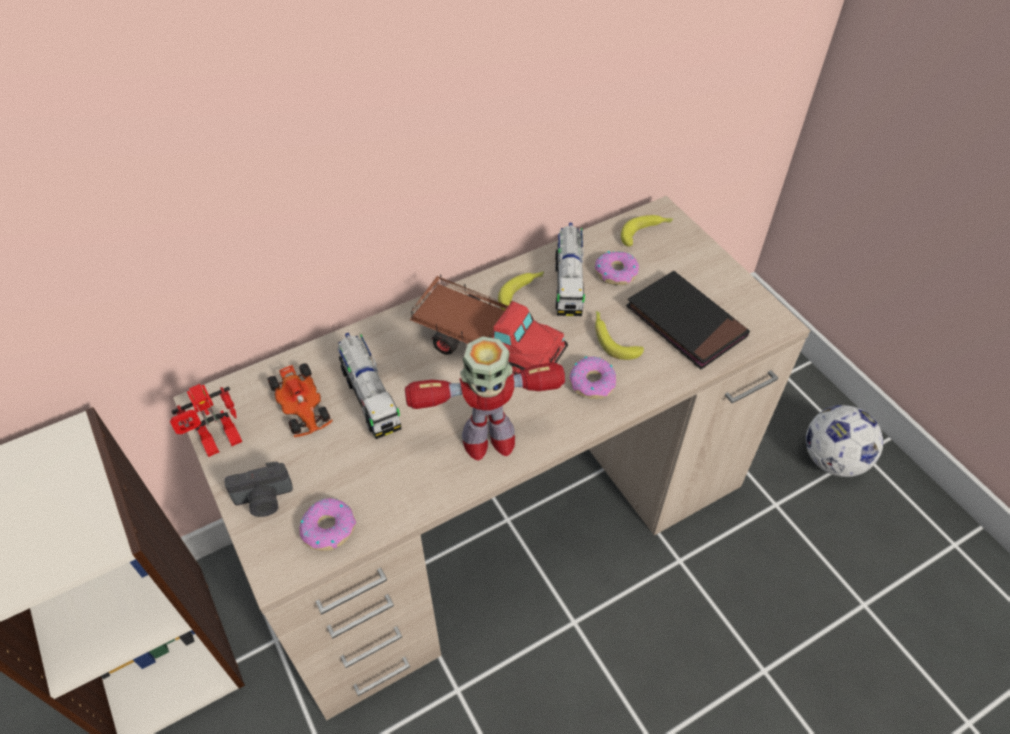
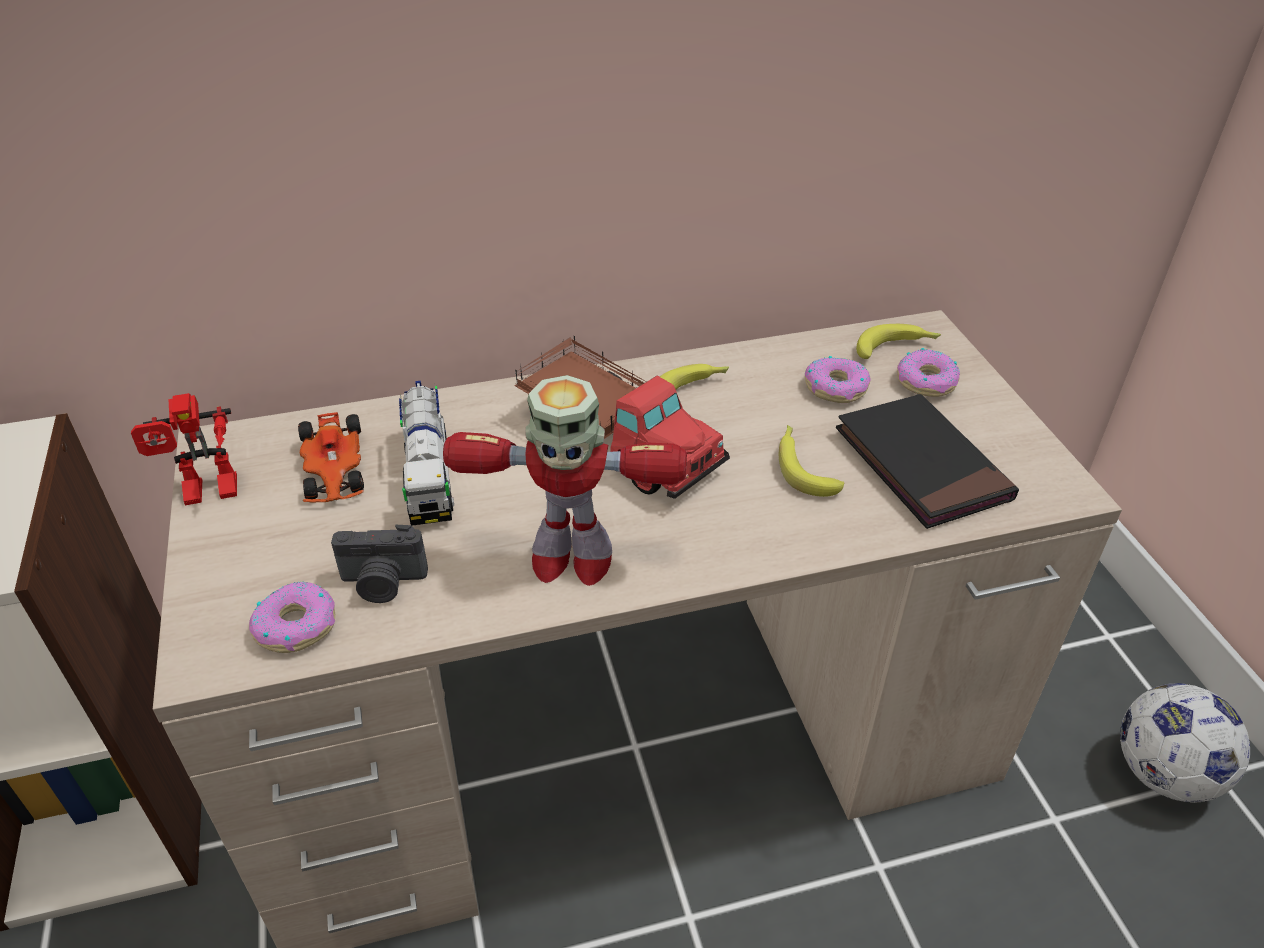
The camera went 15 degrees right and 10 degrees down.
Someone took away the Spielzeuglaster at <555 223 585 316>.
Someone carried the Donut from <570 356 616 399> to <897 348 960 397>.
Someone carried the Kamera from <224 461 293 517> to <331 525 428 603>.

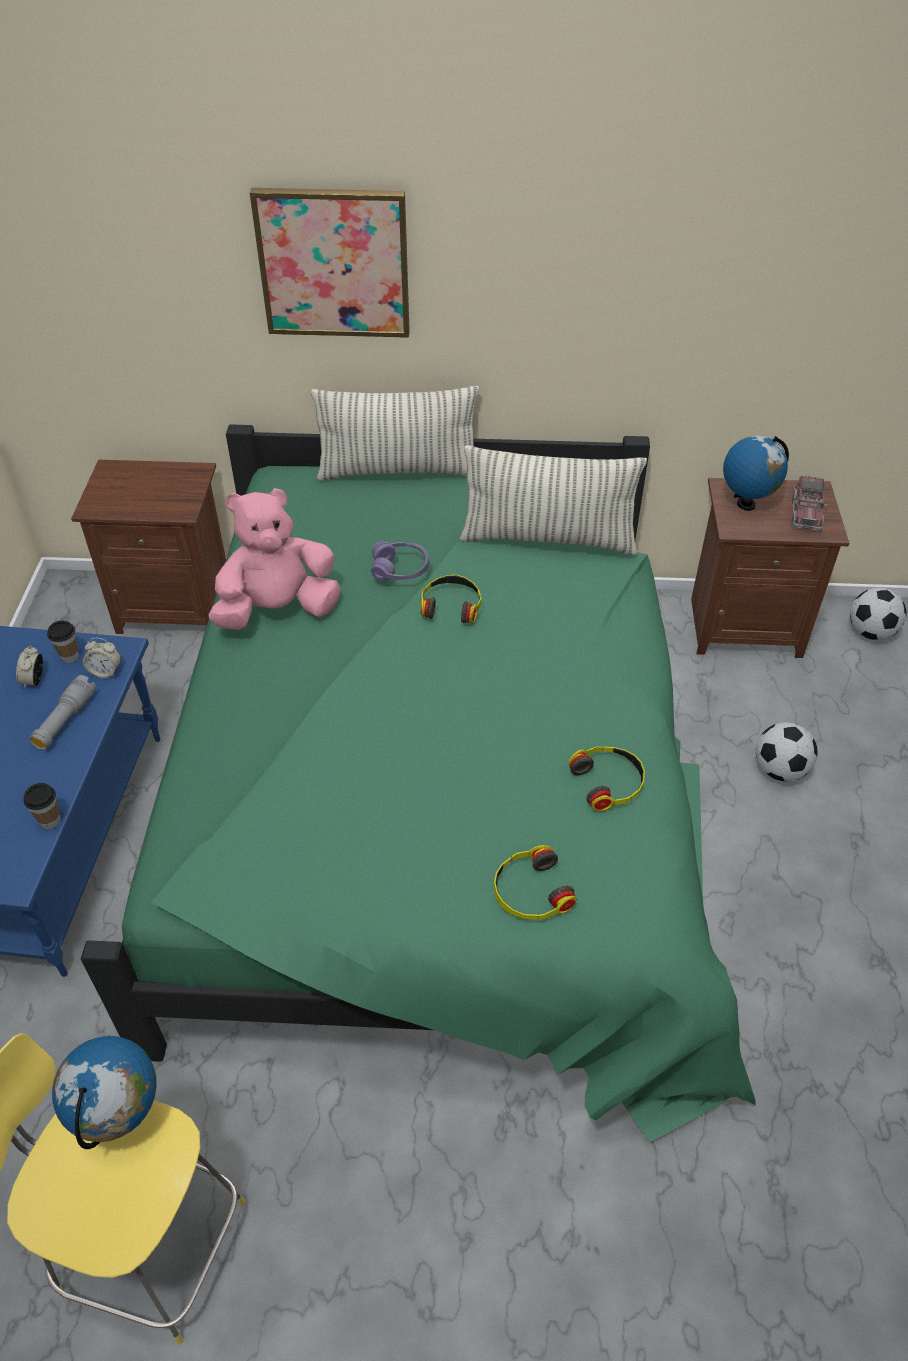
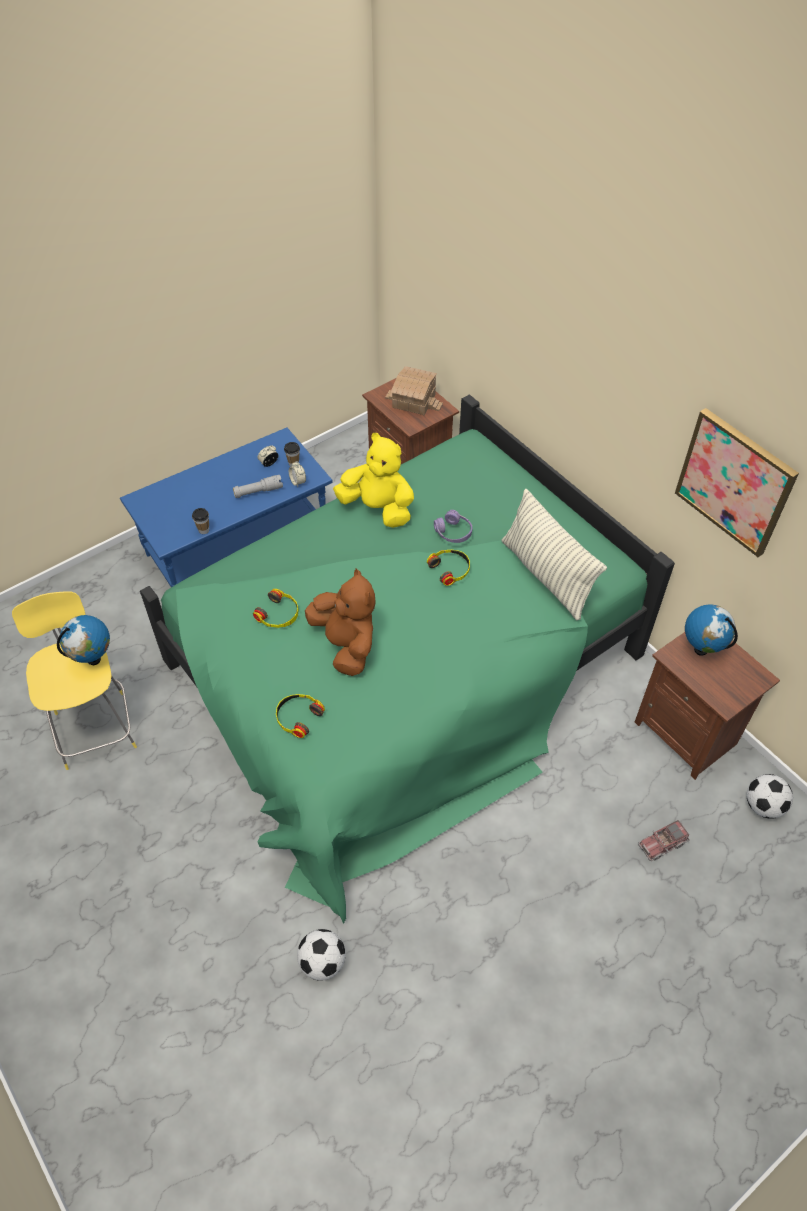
The camera went 50 degrees right and 5 degrees up.
Someone carried the Bild from <250 188 410 338> to <675 408 799 557>.
Someone took away the Kissen at <311 386 479 481>.
Someone carried the Spielzeuglaster from <791 476 827 531> to <638 820 690 861>.
Someone repainted the Plüschtier (rosa) at <209 488 341 630>, which became the Plüschtier (gelb) at <333 433 414 528>.
Someone carried the Fußball from <756 722 818 782> to <297 929 346 981>.
Someone carried the Kopfhörer from <568 746 645 811> to <253 589 298 628>.
Someone put down the Spielzeughaus at <385 366 443 415>.
Someone put down the Plüschtier (braun) at <305 569 376 676>.

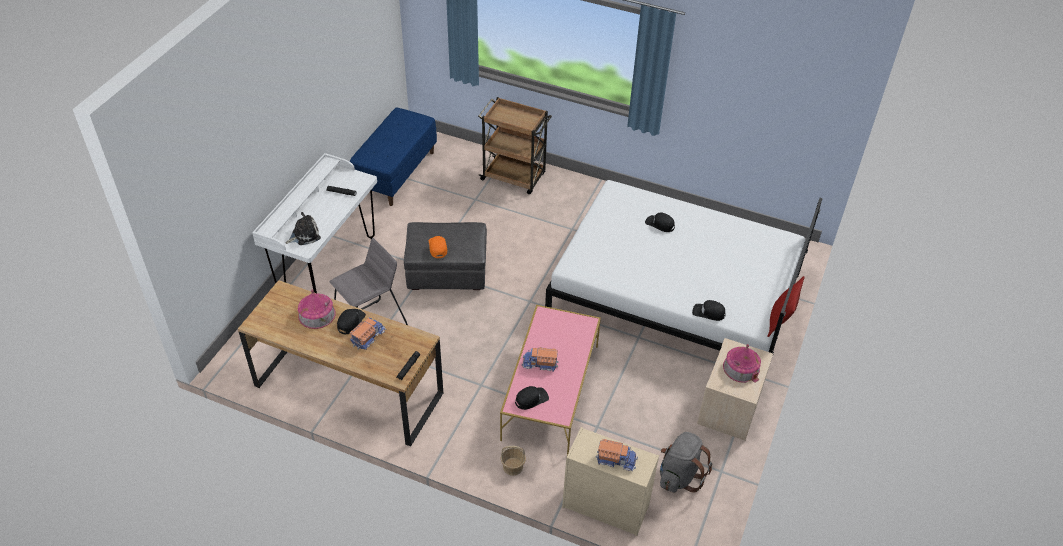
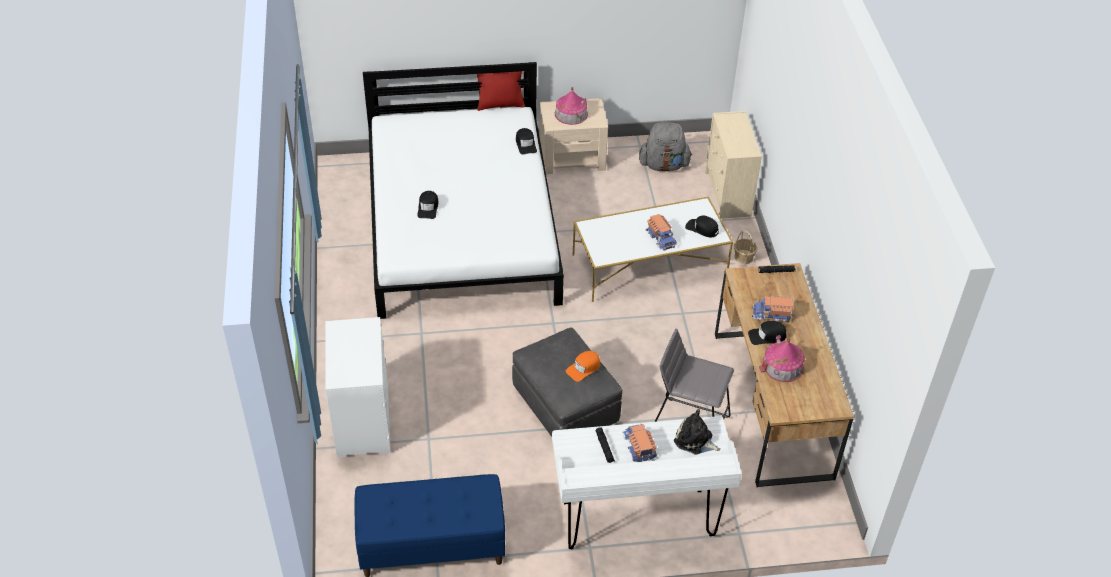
The camera went 120 degrees left and 0 degrees up.
Someone swapped the Rollwagen (braun) at <478 97 552 194> for the Kommode (weiß) at <325 317 391 458>.
Someone repainted the Couchtisch (rosa) at <500 305 601 455>, which became the Couchtisch (weiß) at <573 197 733 302>.
Someone carried the Spielzeuglaster from <596 439 638 471> to <622 424 657 462>.

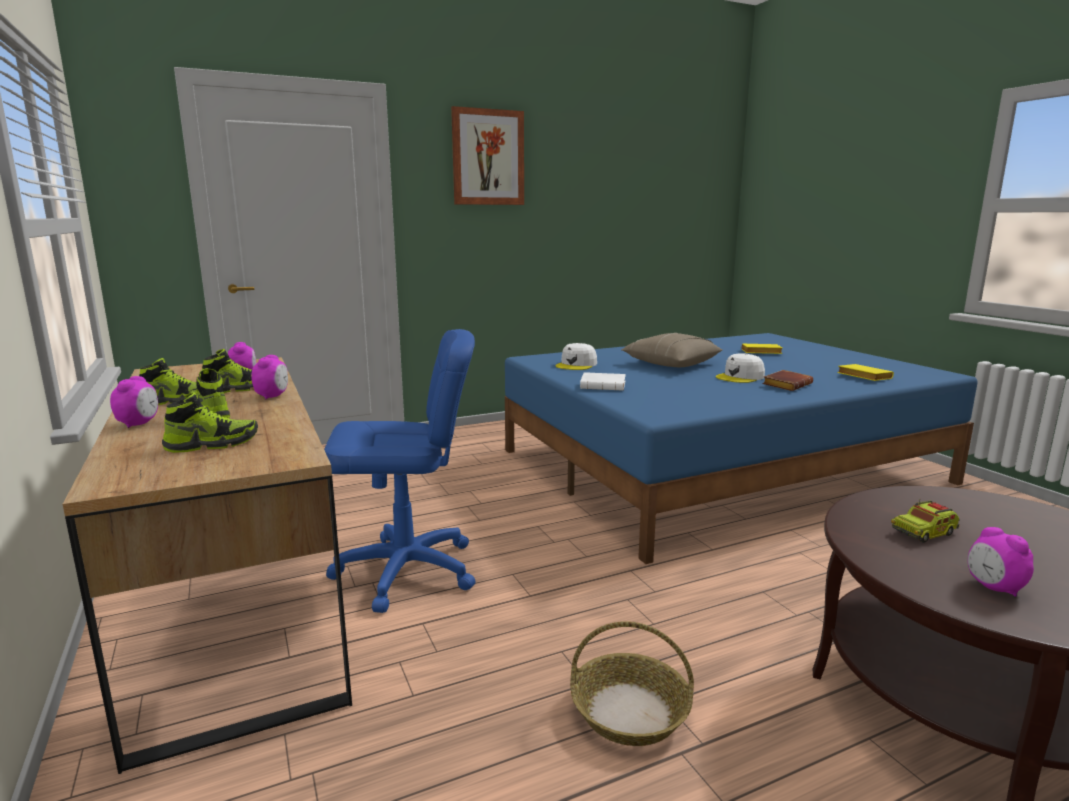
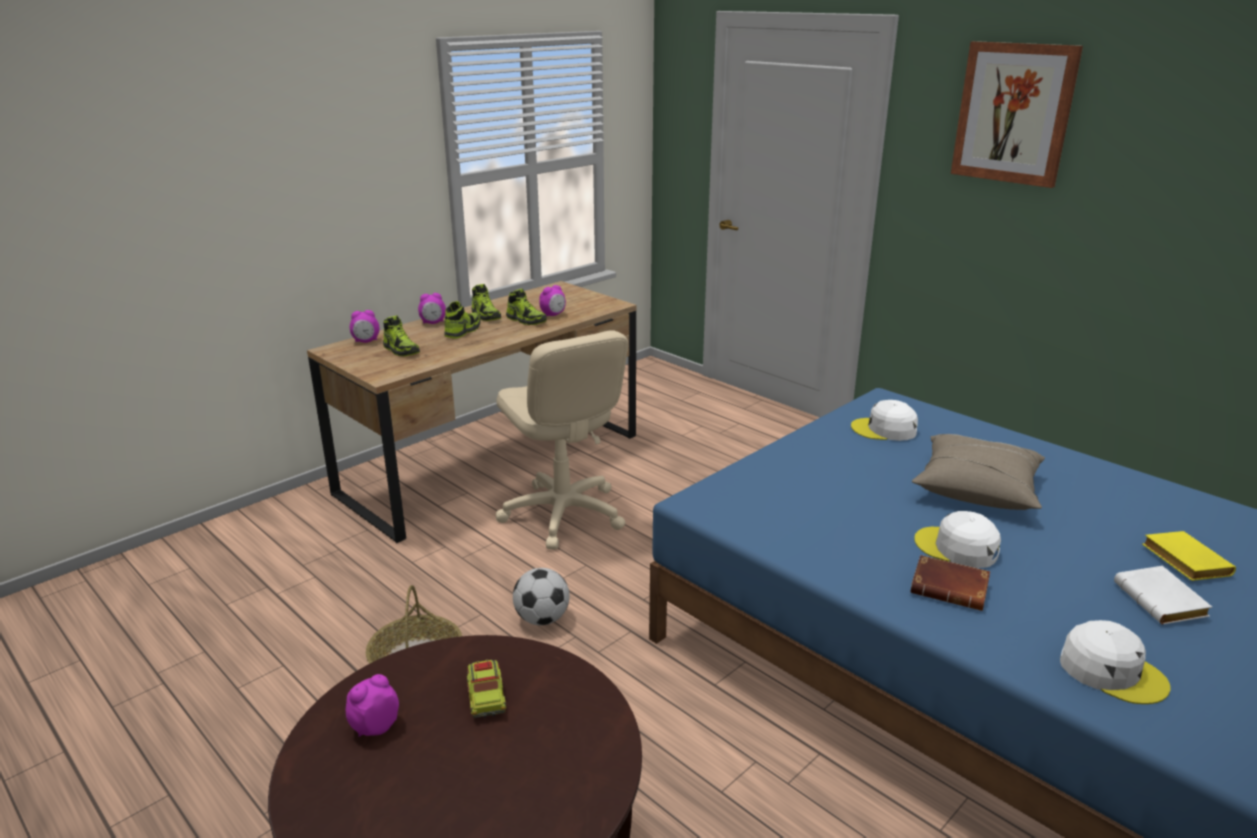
The camera went 70 degrees right and 10 degrees up.
Someone repainted the Bürostuhl (blau) at <324 329 476 613>, which became the Bürostuhl (beige) at <496 330 628 550>.
Someone carried the Wecker from <252 355 288 400> to <350 310 379 343>.
Someone swapped the Buch (gelb) at <837 364 894 381> for the Kappe (weiß) at <1060 620 1170 704>.
Someone carried the Buch (weiß) from <580 372 626 391> to <1114 566 1212 624>.
Someone rotated the Spielzeuglaster at <891 500 960 543> by 150 degrees counterclockwise.
Someone put down the Fußball at <513 568 570 625>.

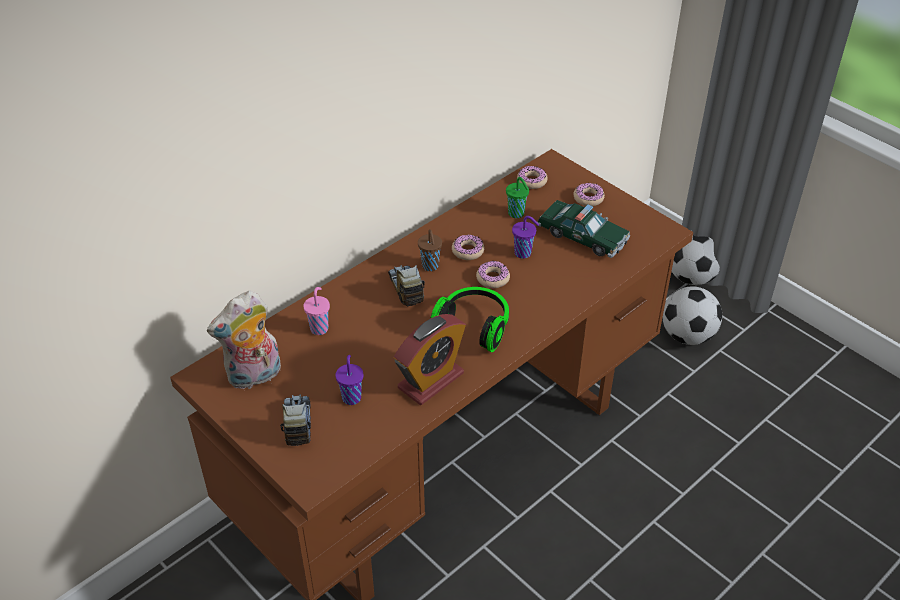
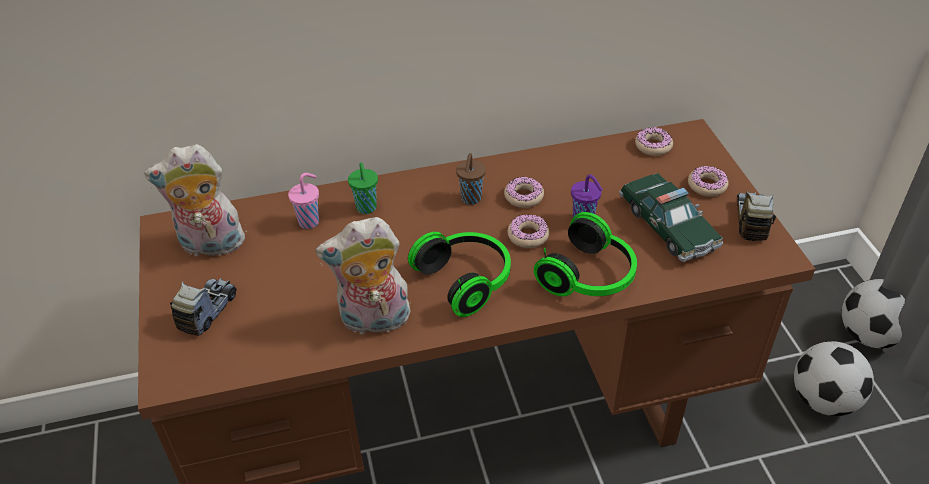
The camera went 30 degrees right and 0 degrees up.
Someone carried the Tasse (grün) from <506 177 529 218> to <348 162 378 214>.
Someone carried the Spielzeuglaster from <388 265 425 306> to <737 191 776 241>.
Someone swapped the Wecker at <394 314 466 405> for the Plüschtier at <316 217 411 337>.
Someone took away the Tasse (lila) at <335 355 363 405>.
Someone put down the Kopfhörer at <534 212 637 296>.

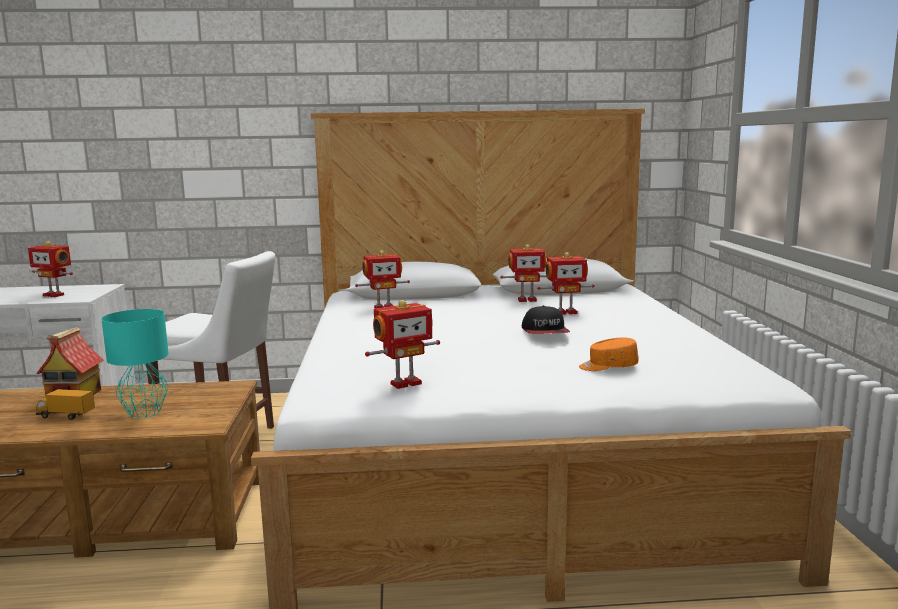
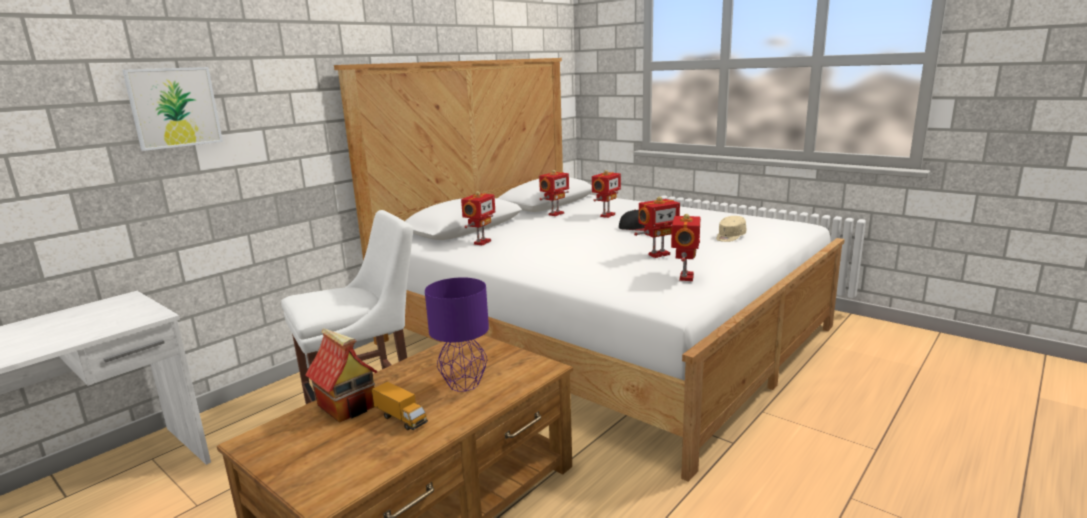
The camera went 45 degrees left and 5 degrees up.
Someone carried the Spielzeugroboter from <28 241 73 297> to <634 197 680 258>.
Someone repainted the Tischlampe (türkis) at <101 309 169 418>, which became the Tischlampe (lila) at <425 277 489 392>.
Someone repainted the Kappe (orange) at <579 337 639 371>, which became the Kappe (beige) at <716 216 746 242>.
Someone rotated the Spielzeuglaster at <36 389 95 420> by 105 degrees counterclockwise.
Someone put up the Bild at <123 67 223 151>.

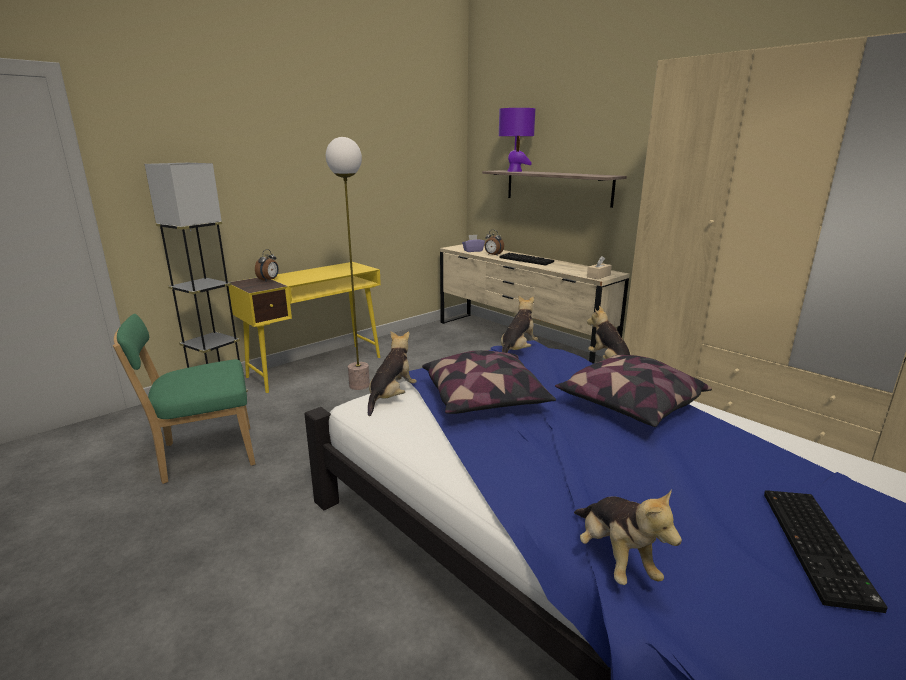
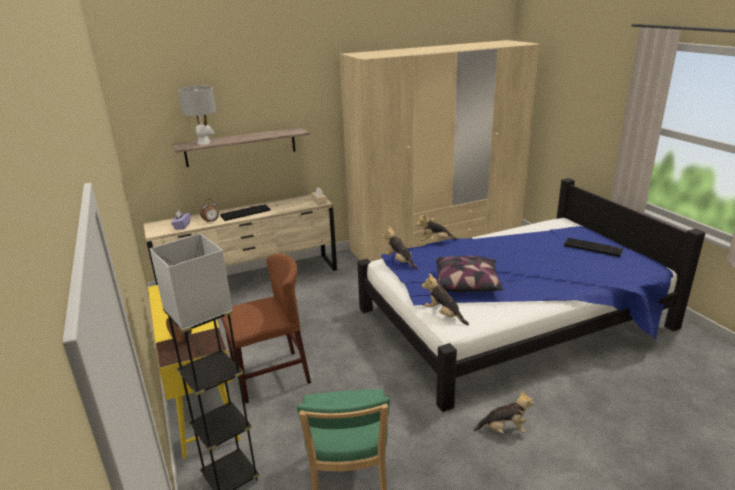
The camera went 70 degrees left and 5 degrees up.
Someone repainted the Tischlampe (lila) at <499 108 535 172>, which became the Tischlampe (grau) at <178 85 216 145>.
Someone swapped the Stehlampe at <326 137 370 390> for the Stuhl (braun) at <221 254 311 403>.
Someone took away the Kissen at <555 355 712 427>.
Someone carried the Plüschtier from <574 489 682 585> to <473 390 533 434>.

